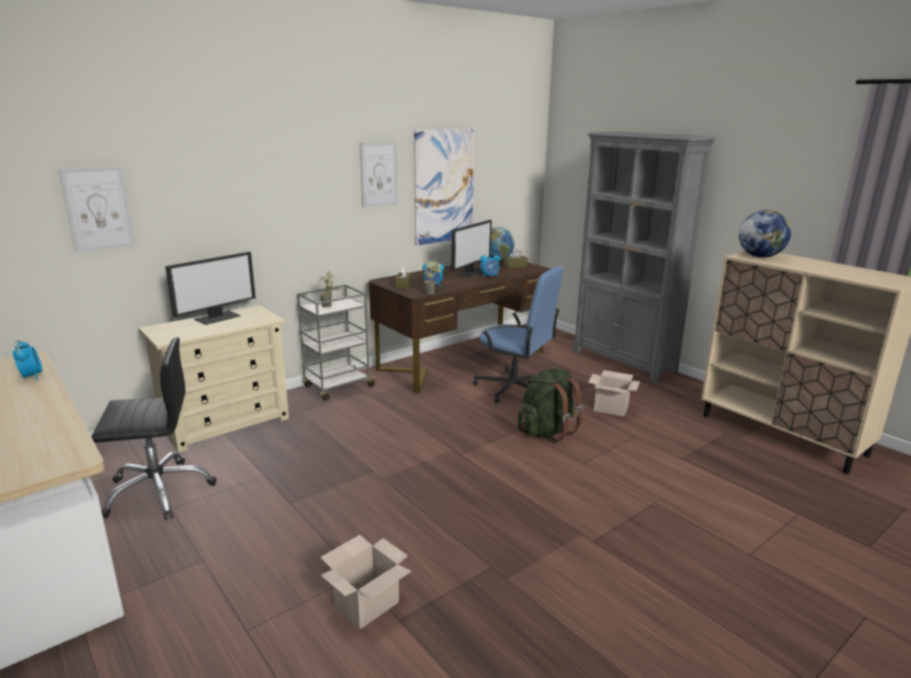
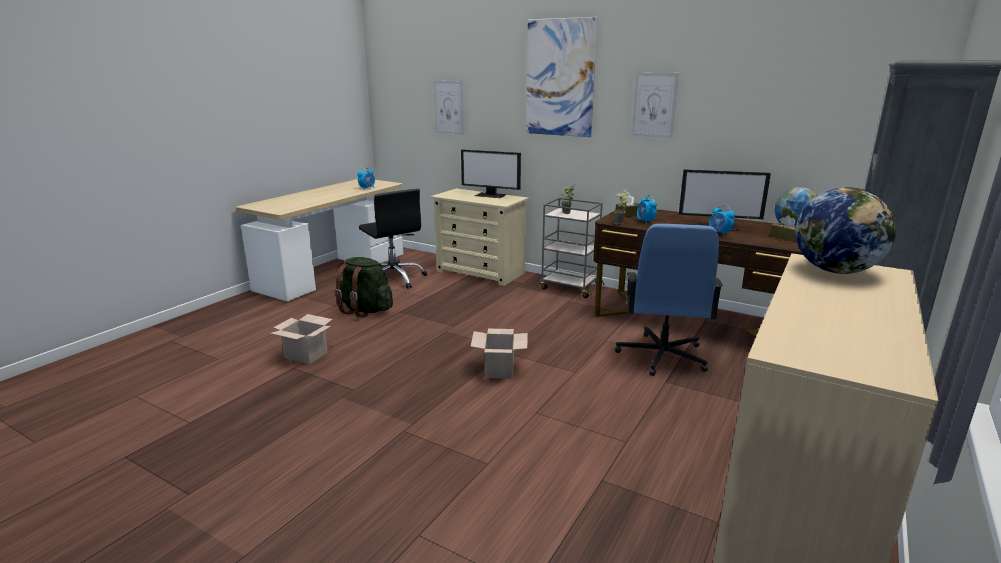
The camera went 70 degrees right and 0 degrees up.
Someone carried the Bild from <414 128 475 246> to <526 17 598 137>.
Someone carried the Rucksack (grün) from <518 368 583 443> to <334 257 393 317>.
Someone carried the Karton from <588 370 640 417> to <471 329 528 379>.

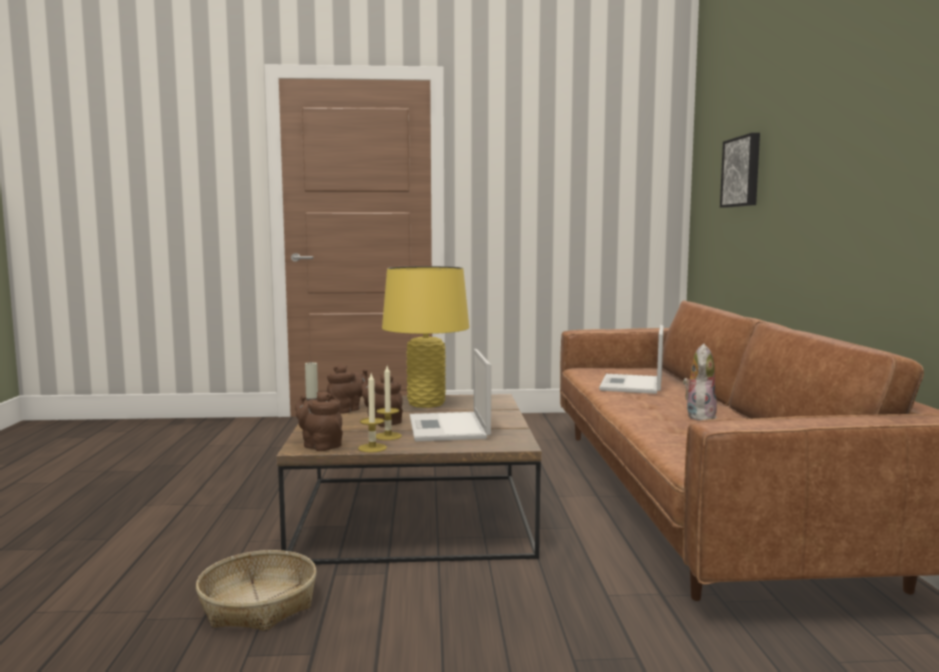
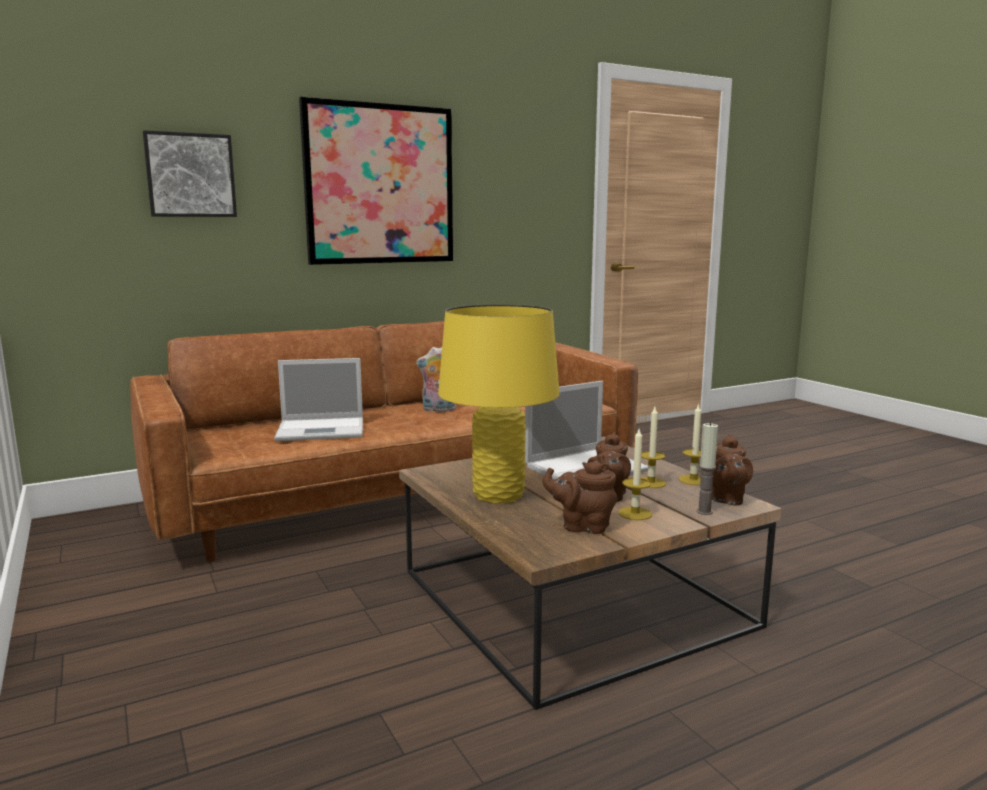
The camera went 115 degrees left and 5 degrees up.
Someone took away the Korb at <196 550 317 631>.
Someone put up the Bild at <299 97 453 265>.
Someone put down the Kerze at <618 429 652 520>.

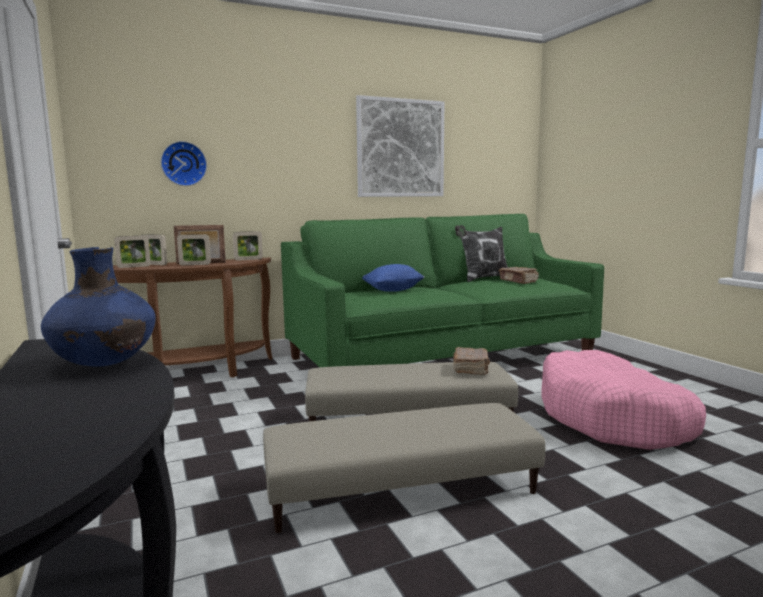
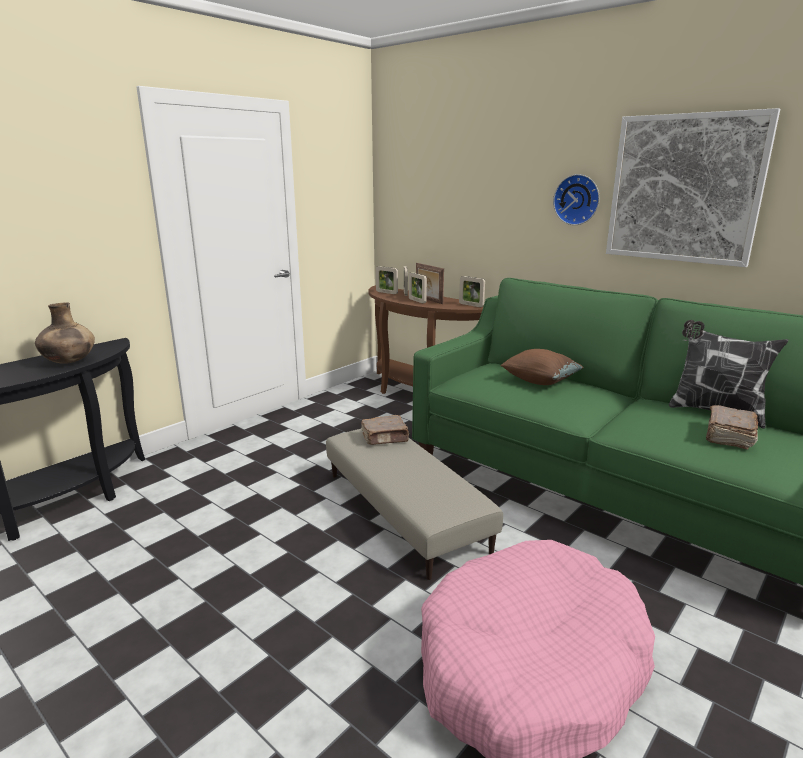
The camera went 65 degrees right and 10 degrees up.
Someone carried the Wanduhr from <161 141 207 186> to <553 174 600 225>.
Someone repainted the Vase (blau) at <41 247 156 367>, which became the Vase (braun) at <35 303 95 364>.
Someone repainted the Kissen (blau) at <362 264 424 292>, which became the Kissen (braun) at <501 349 584 385>.
Someone carried the Buch (braun) from <453 347 490 375> to <361 415 410 445>.
Someone took away the Polsterhocker (beige) at <263 403 546 533>.

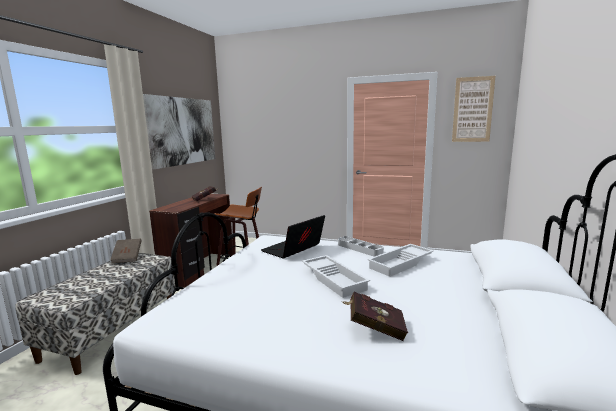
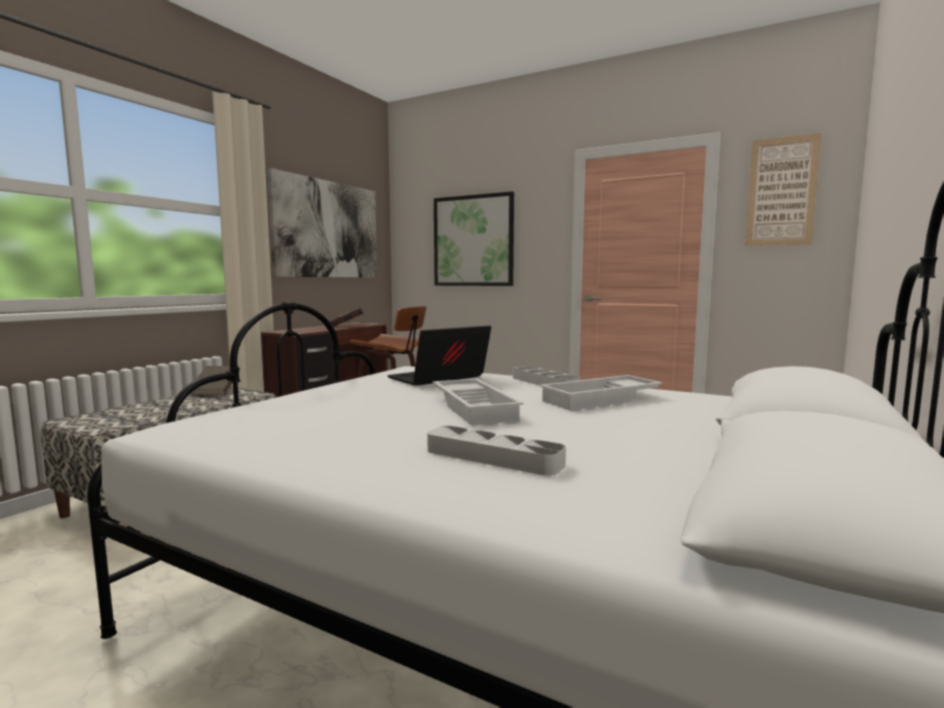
The camera went 10 degrees right and 5 degrees down.
Someone swapped the Buch (rot) at <341 292 408 341> for the Tablett (grau) at <427 426 566 476>.
Someone put up the Bild at <434 191 514 286>.

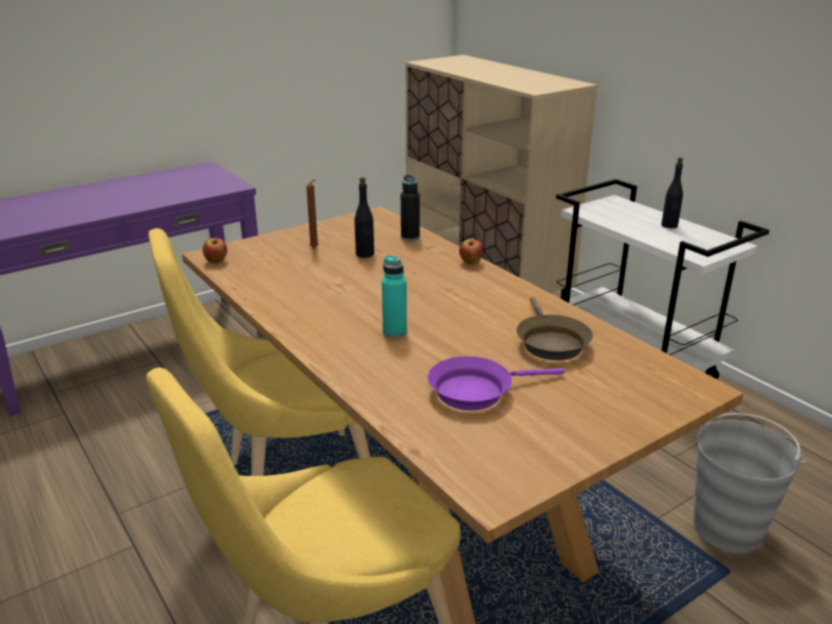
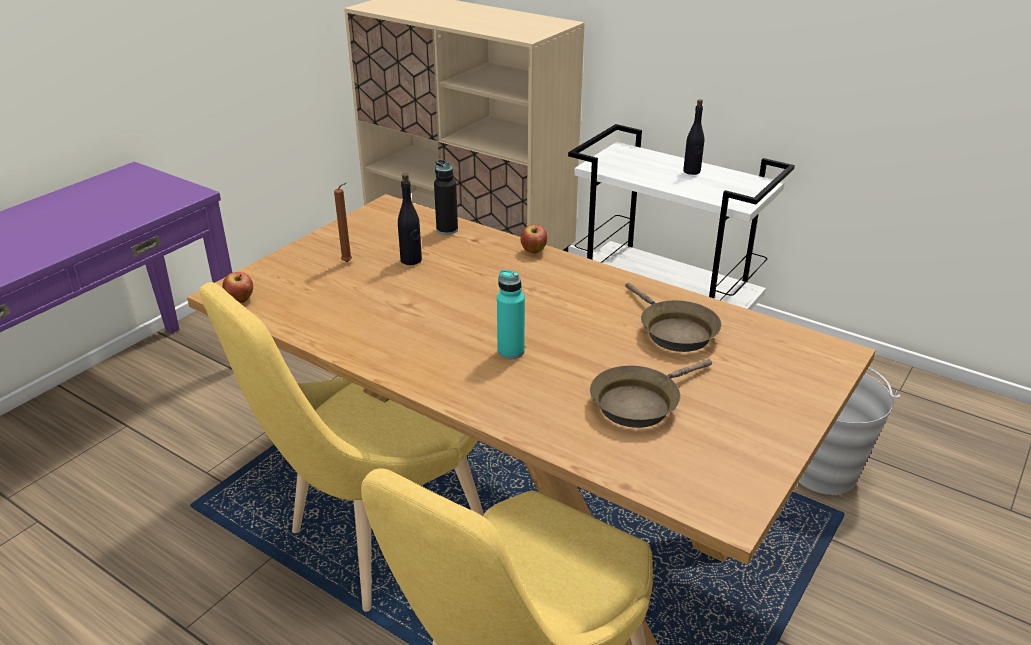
The camera went 20 degrees left and 5 degrees up.
Someone repainted the Pfanne (lila) at <428 356 565 410>, which became the Pfanne (braun) at <590 359 712 428>.

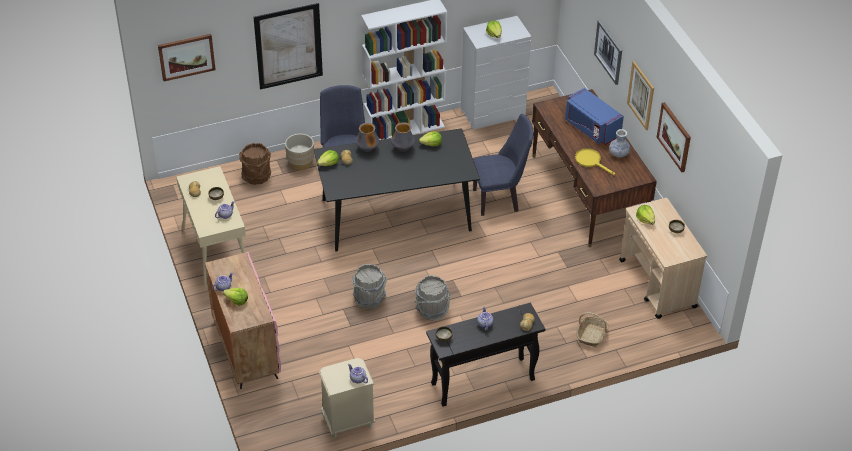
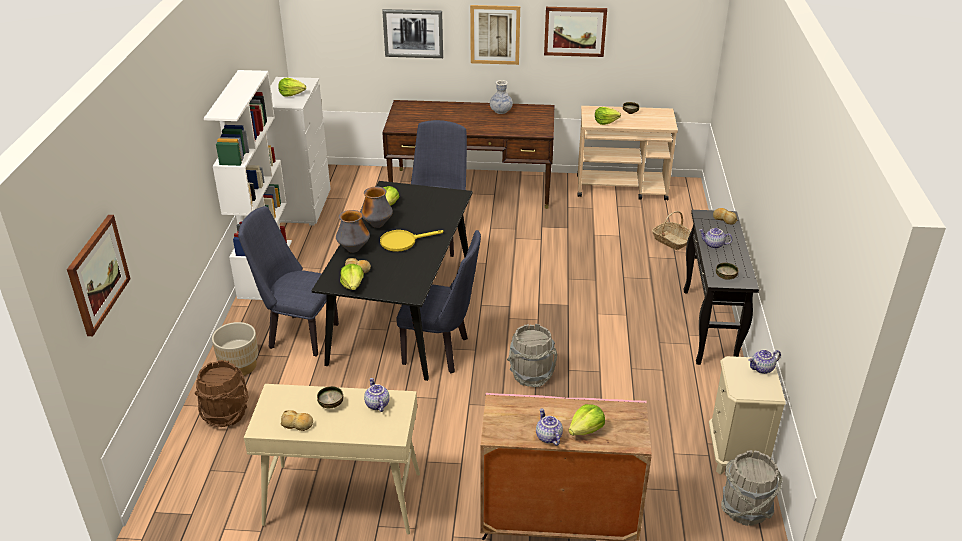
The camera went 65 degrees left and 10 degrees down.
Someone took away the Bild at <254 3 323 90>.
Someone took away the Mikrowelle (blau) at <565 88 624 145>.
Someone carried the Pfanne (gelb) from <575 148 615 175> to <380 230 443 252>.
Someone carried the Eimer (grau) from <414 275 450 321> to <721 450 782 526>.
Someone put down the Stuhl (blau) at <396 230 481 373>.

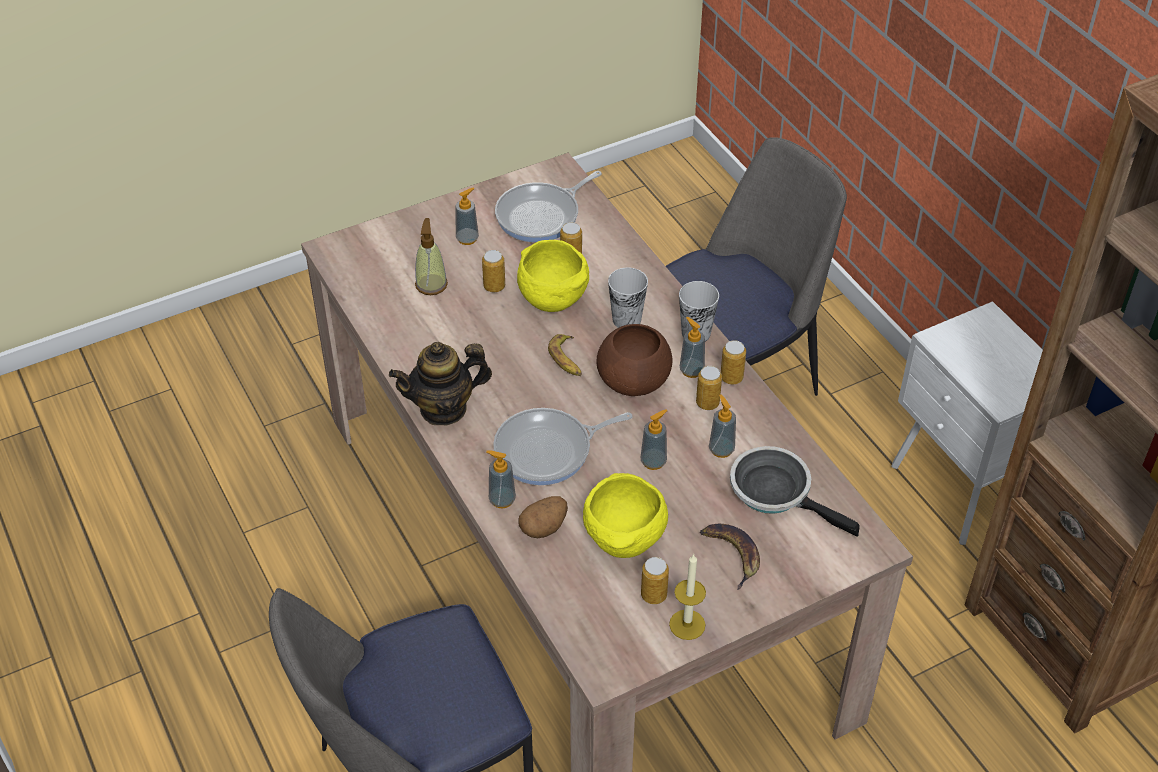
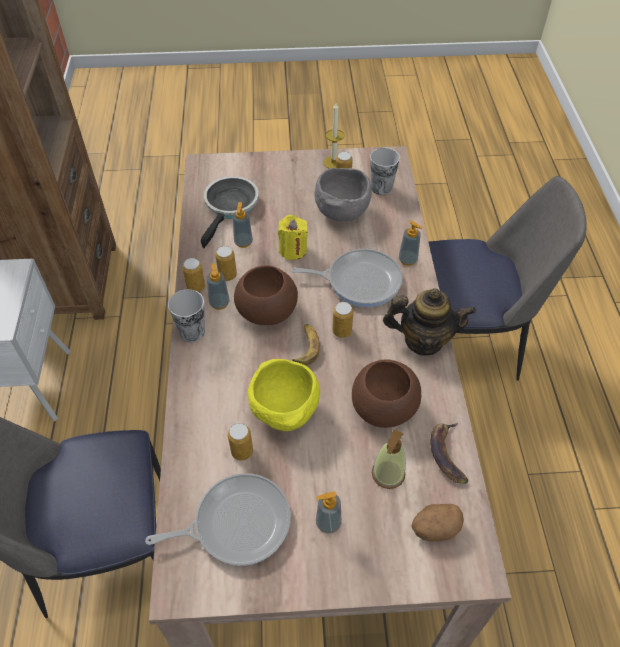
The camera went 155 degrees left and 5 degrees up.
Someone carried the Dose from <482 250 505 292> to <332 302 353 338>.
Someone carried the Tasse from <608 268 648 328> to <370 148 400 195>.
Someone swapped the Seifenspender at <641 410 667 470> for the Kerze (gelb) at <278 215 308 260>.
Someone rotated the Pfanne at <730 446 860 537> by 135 degrees counterclockwise.
Someone repainted the Schüssel (gelb) at <583 473 668 558>, which became the Schüssel (grau) at <314 168 372 221>.
Someone carried the Kartoffel from <519 496 568 538> to <411 504 464 542>.
Someone carried the Banane from <700 524 760 590> to <430 423 468 484>.
Someone put down the Schüssel (braun) at <352 360 421 428>.

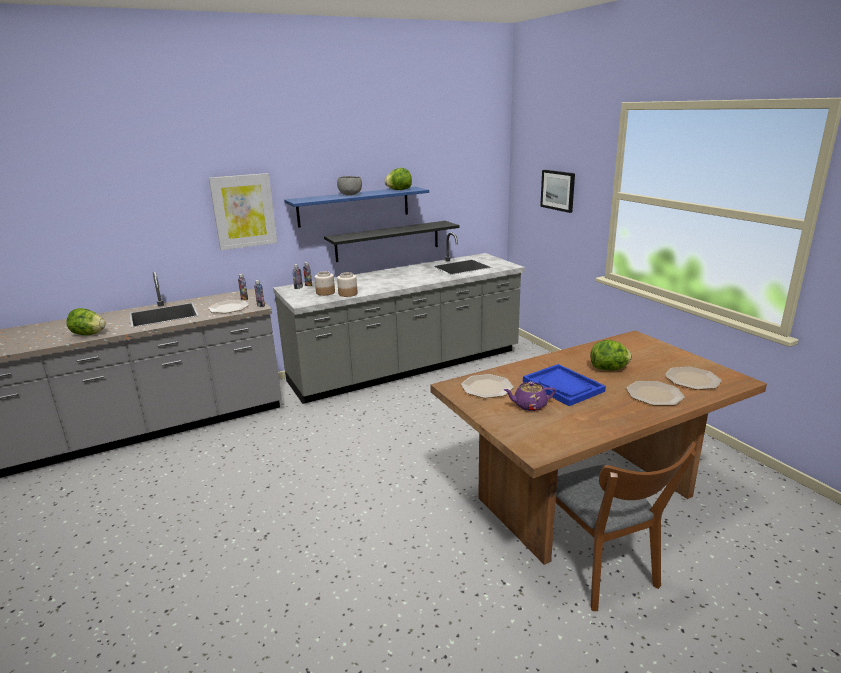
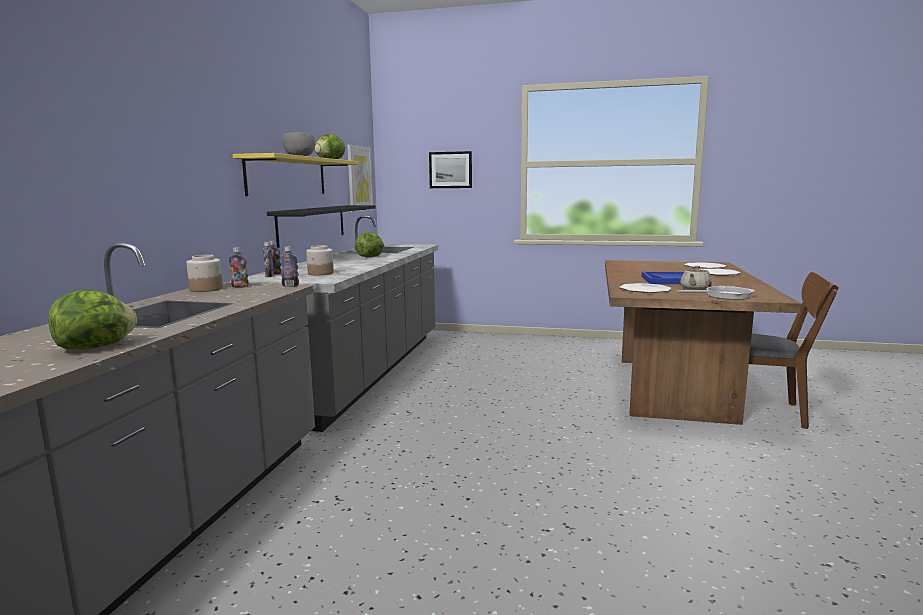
The camera went 50 degrees left and 10 degrees down.
Someone carried the Bild from <209 173 277 250> to <347 145 373 212>.
Someone repainted the Wandregal (blau) at <284 187 429 228>, which became the Wandregal (gelb) at <232 153 359 196>.
Someone carried the Vorratsglas from <337 272 358 297> to <186 255 223 292>.
Someone took away the Teller at <208 300 249 313>.
Someone carried the Salatkopf from <590 340 632 371> to <355 232 384 257>.
Someone repainted the Teekanne (lila) at <503 381 556 411>, which became the Teekanne (beige) at <680 266 712 290>.
Someone put down the Pfanne at <677 286 756 300>.

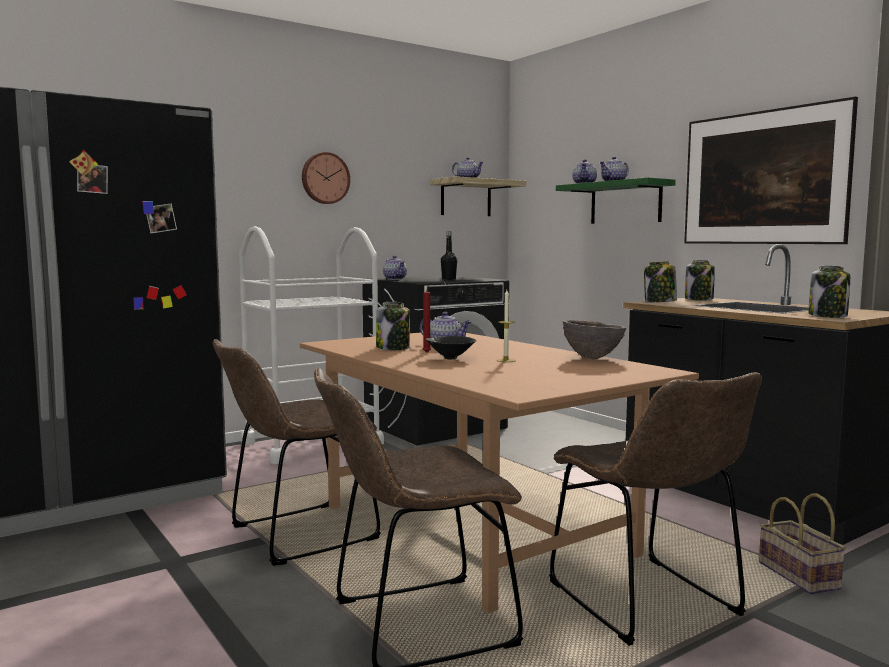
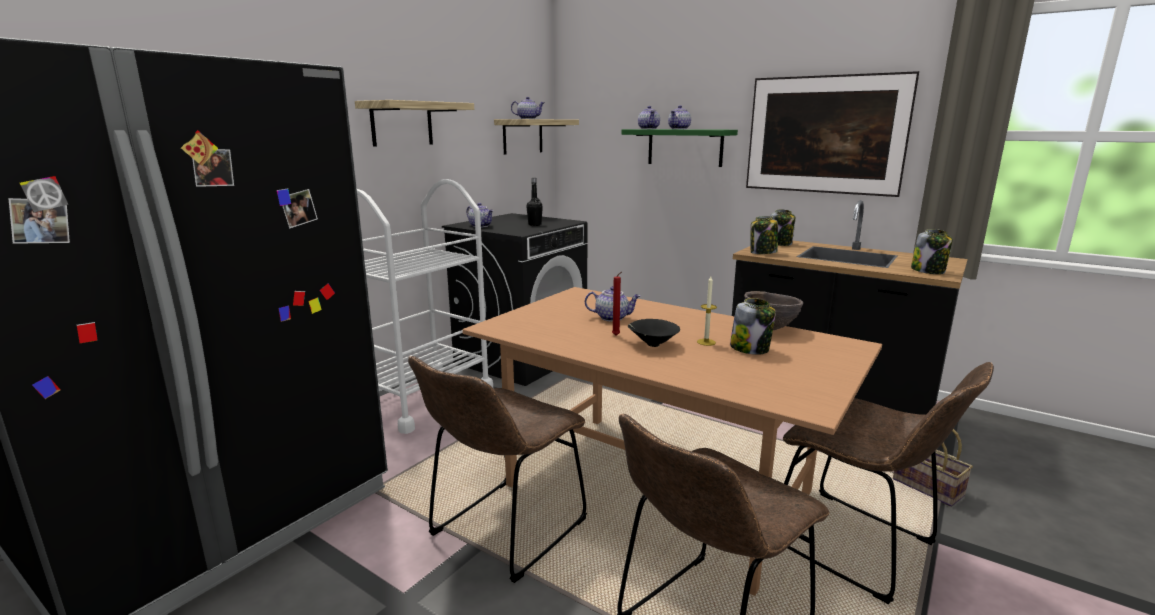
The camera went 20 degrees left and 10 degrees up.
Someone swapped the Wanduhr at <302 152 350 204> for the Wandregal at <355 100 474 146>.
Someone carried the Vorratsglas from <376 302 410 350> to <730 298 776 355>.

